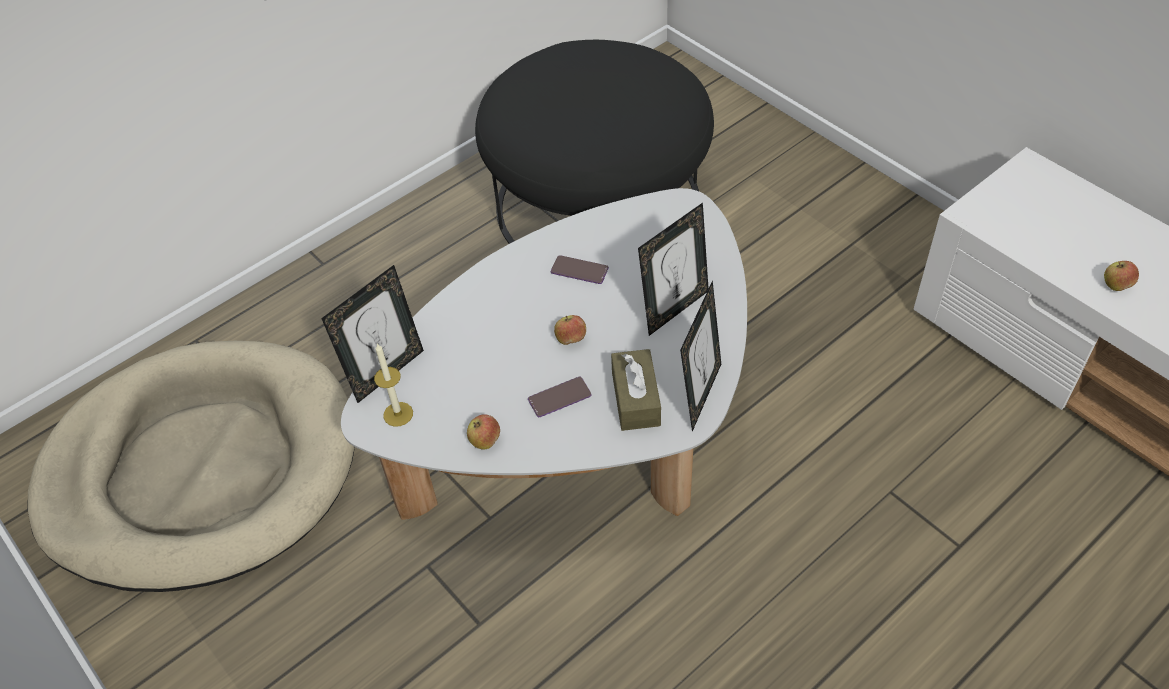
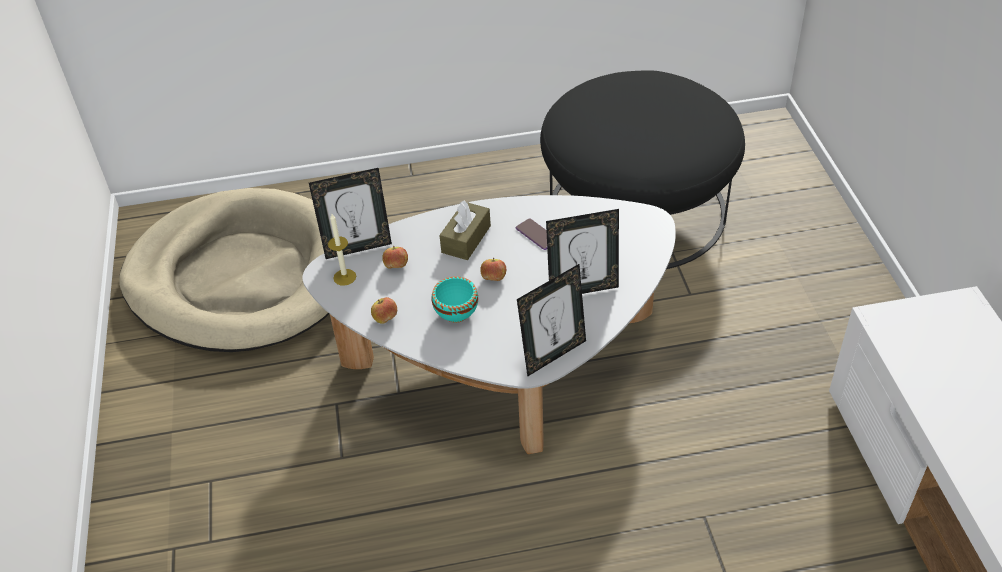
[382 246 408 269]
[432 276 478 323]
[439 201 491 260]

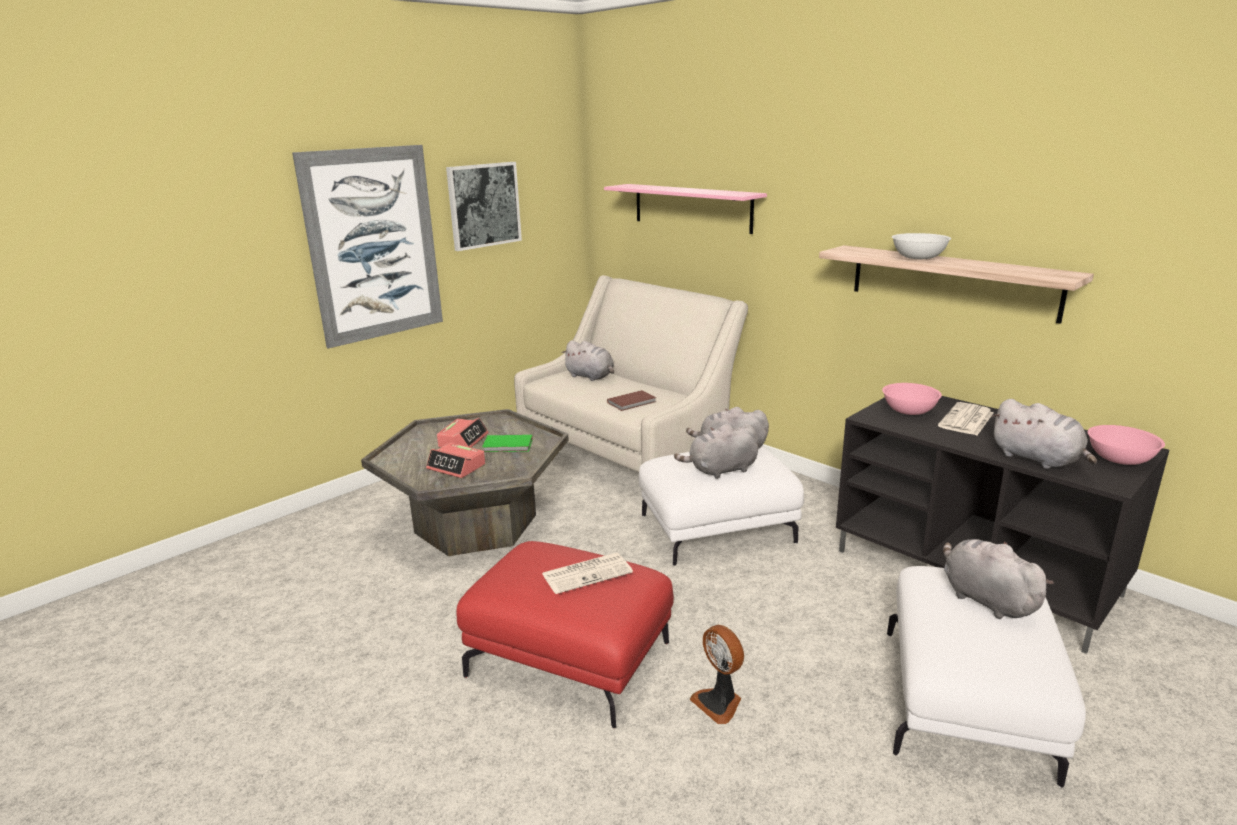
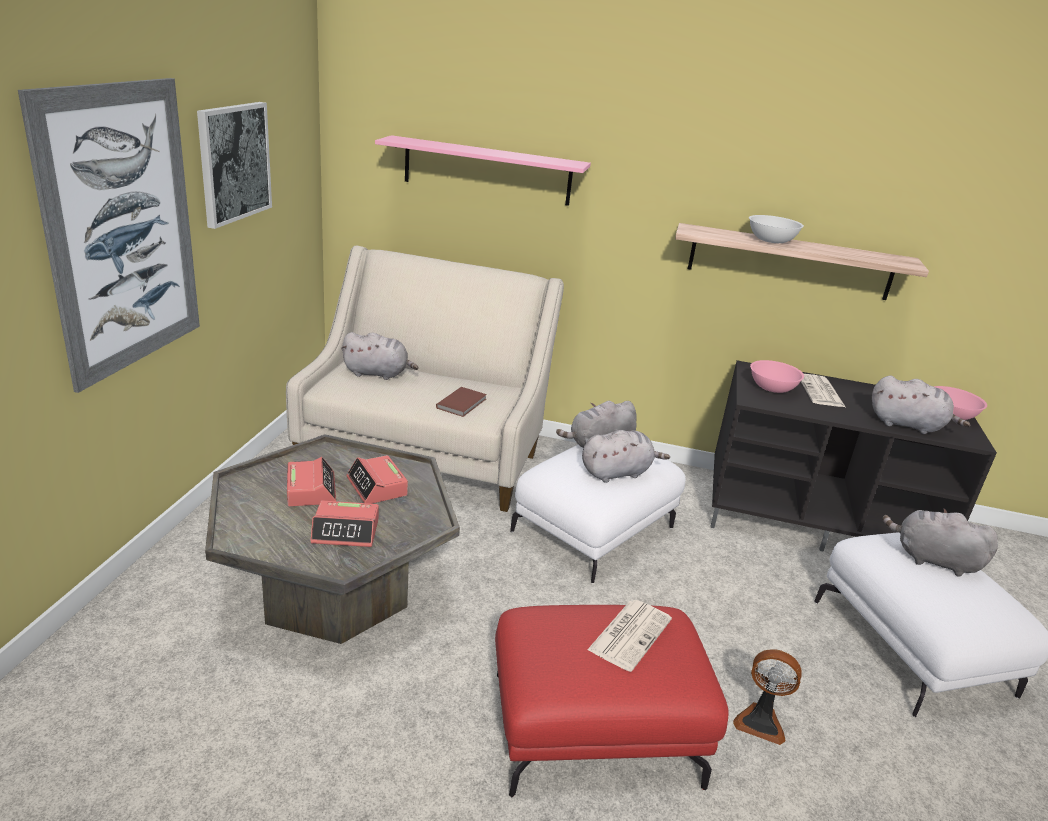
[346 455 408 504]
[582 430 670 483]

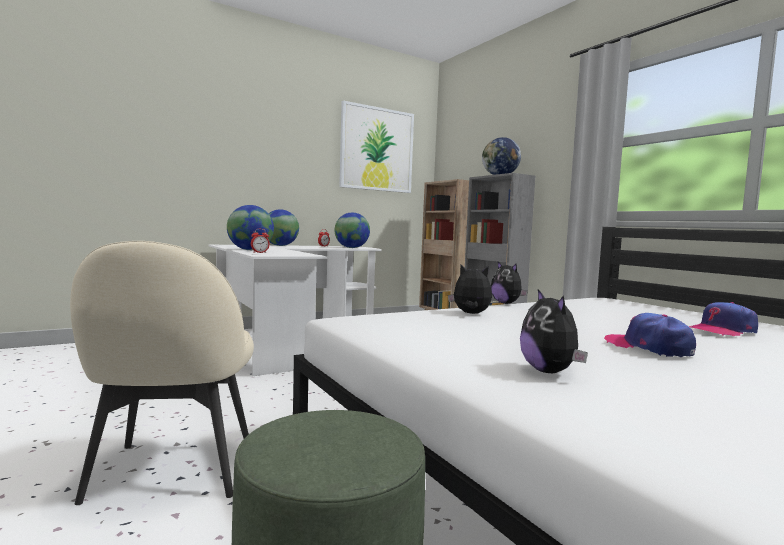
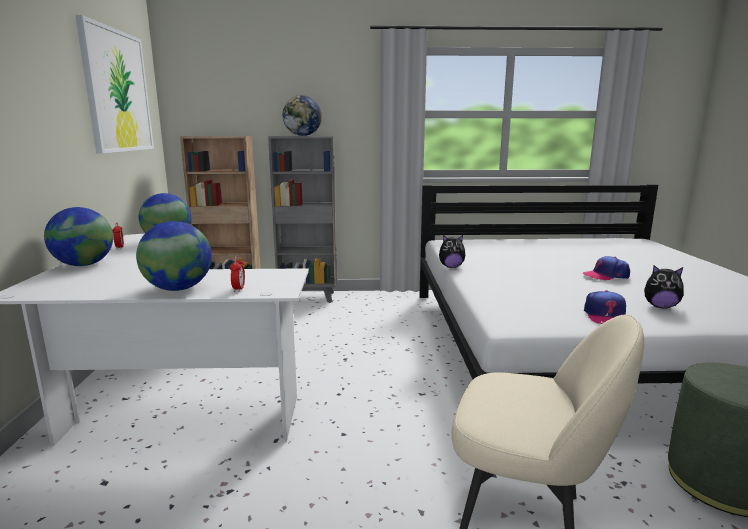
[584 290 626 324]
[448 265 492 314] (first image)

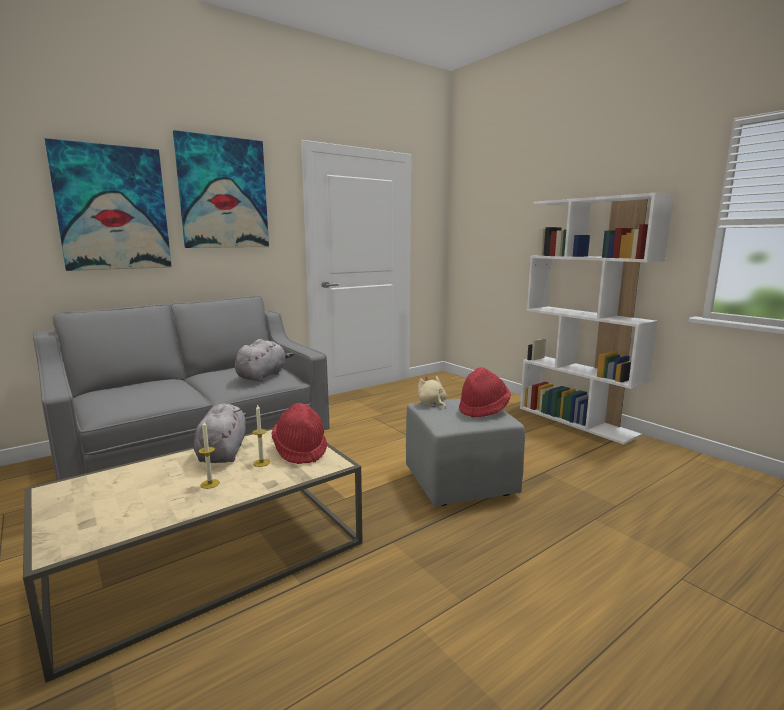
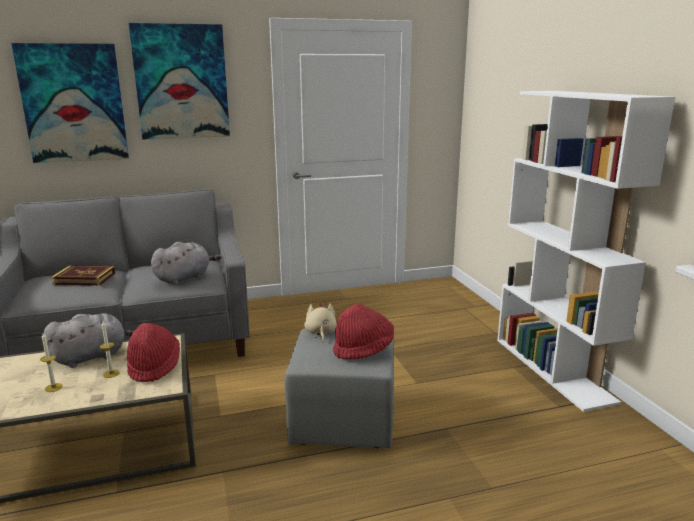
[44 313 135 368]
[51 265 115 286]

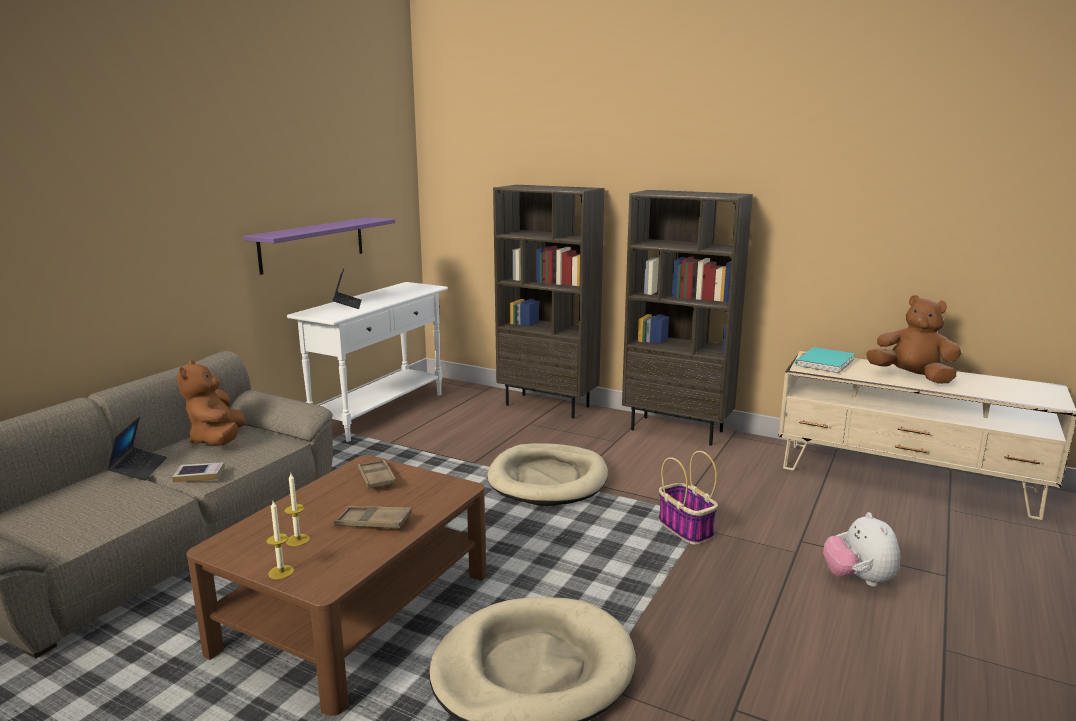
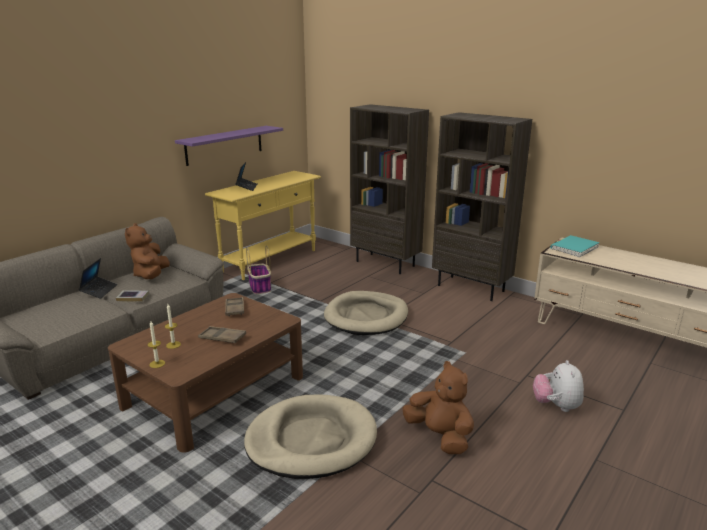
[205 171 321 280]
[246 246 271 294]
[403 361 474 454]

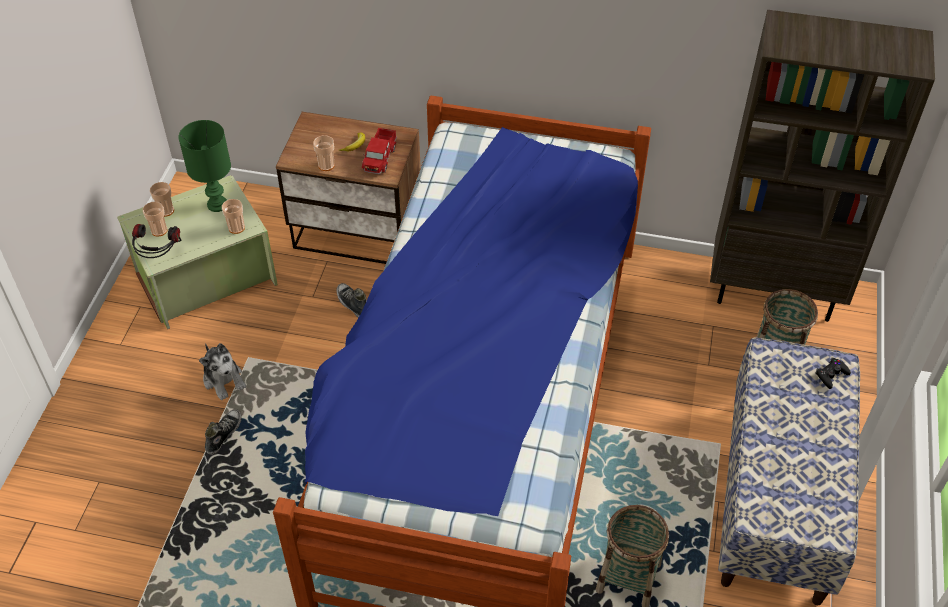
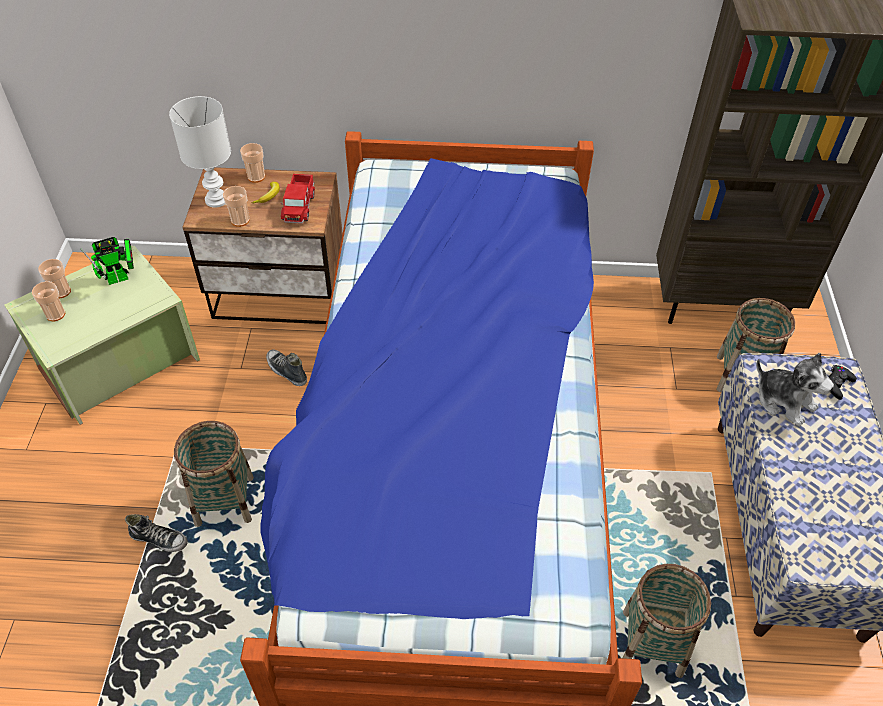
[80 237 134 285]
[125 514 188 552]
[169 96 231 208]
[174 421 254 527]
[240 143 265 183]
[756 353 834 427]
[132 224 181 258] (first image)

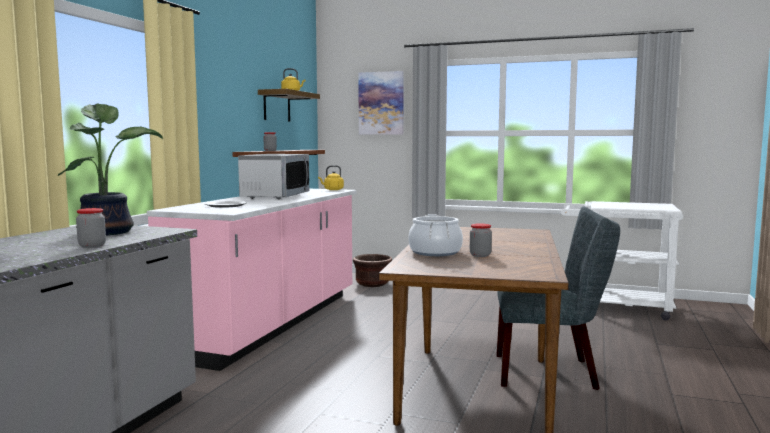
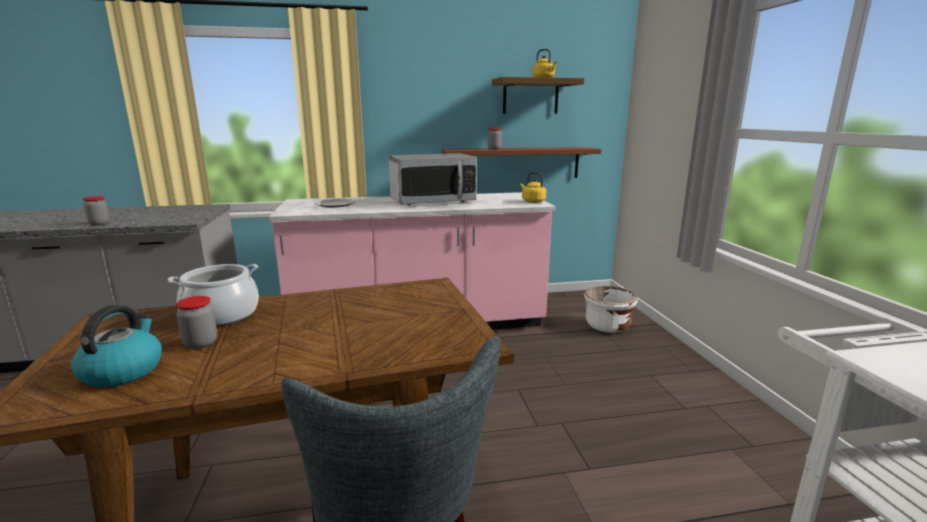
[71 305 162 387]
[584 286 638 333]
[57 103 163 236] (first image)
[358 71 404 135] (first image)

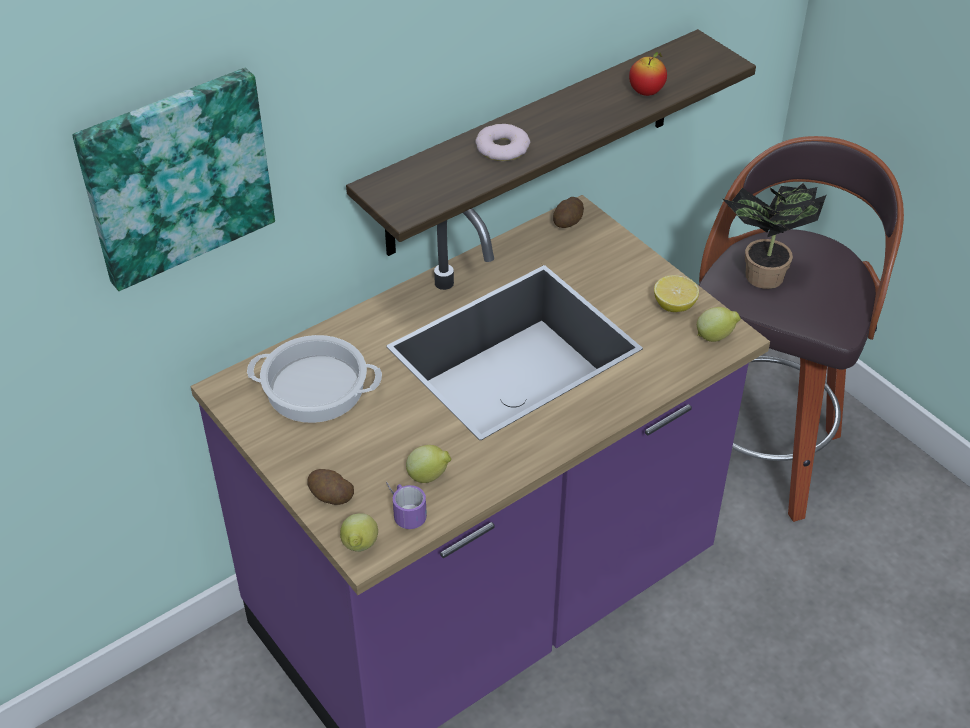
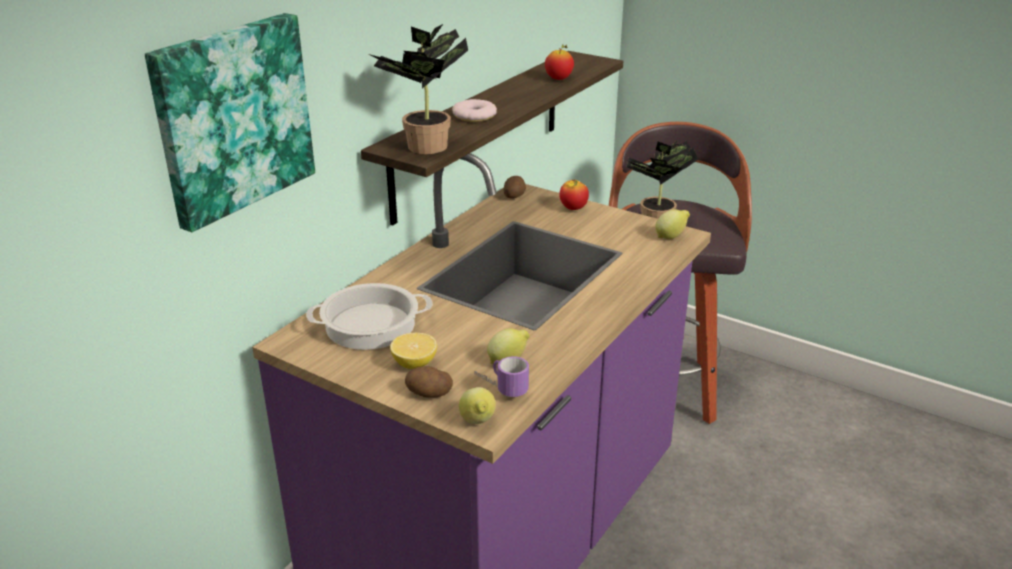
[368 24 468 154]
[390 333 437 369]
[559 179 589 210]

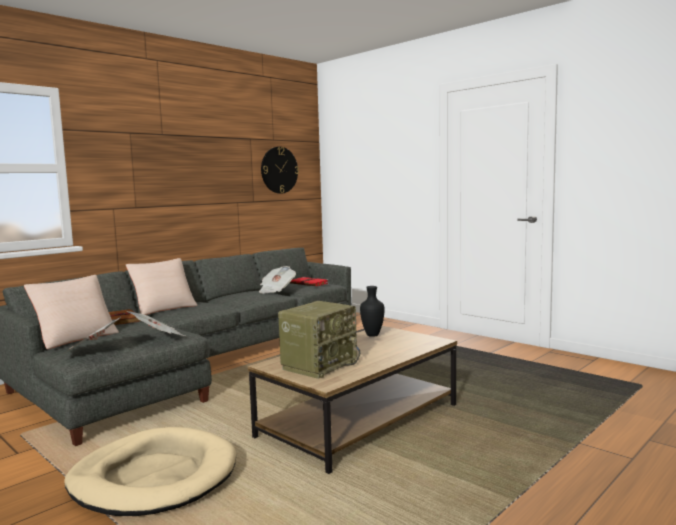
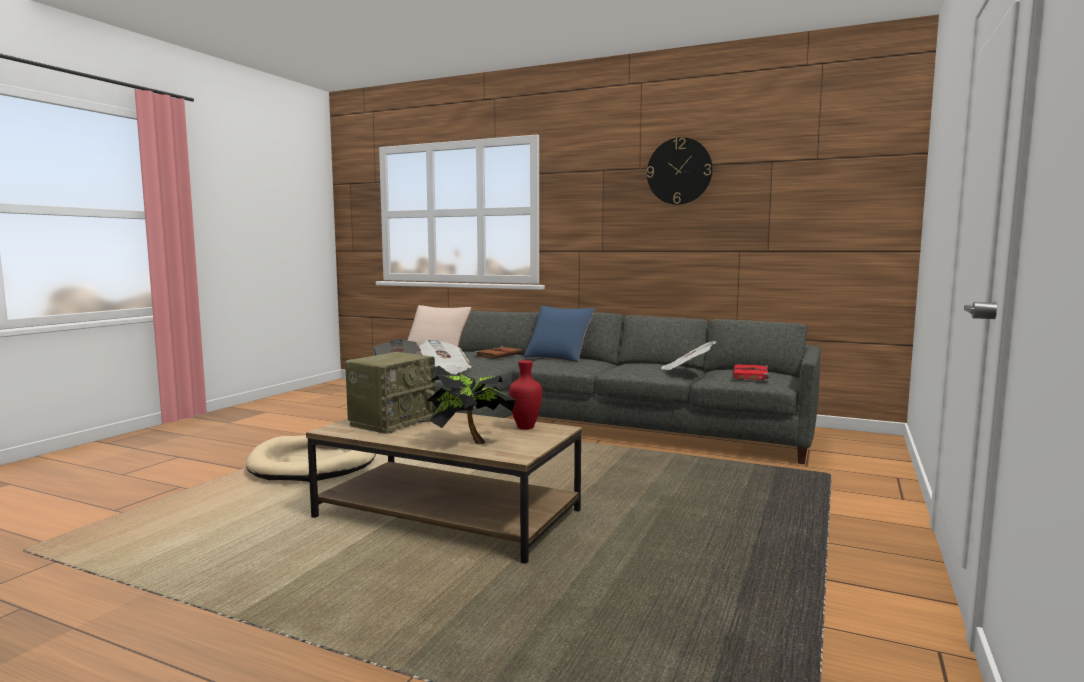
[345 352 436 434]
[426 372 515 444]
[509 360 542 430]
[524 306 595 362]
[647 137 713 205]

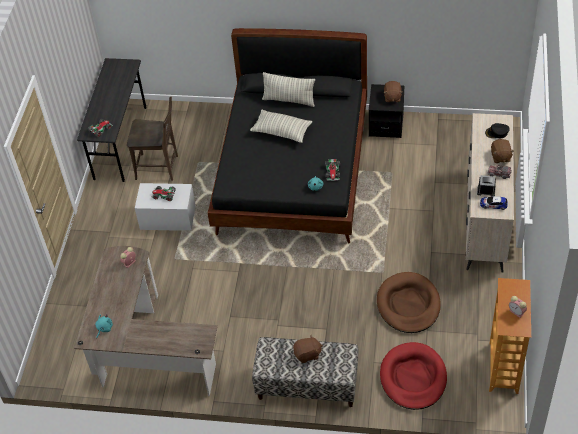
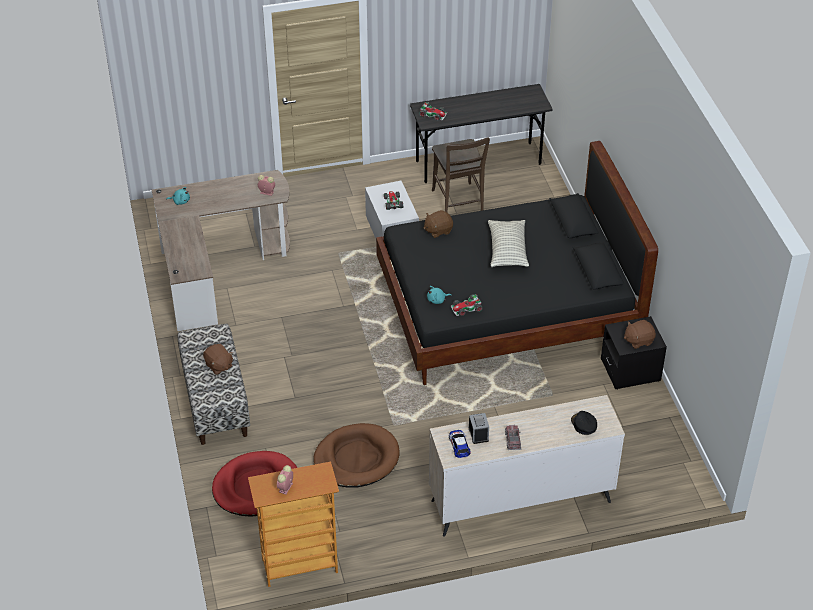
[423 210 453 238]
[262 72 315 107] (first image)

